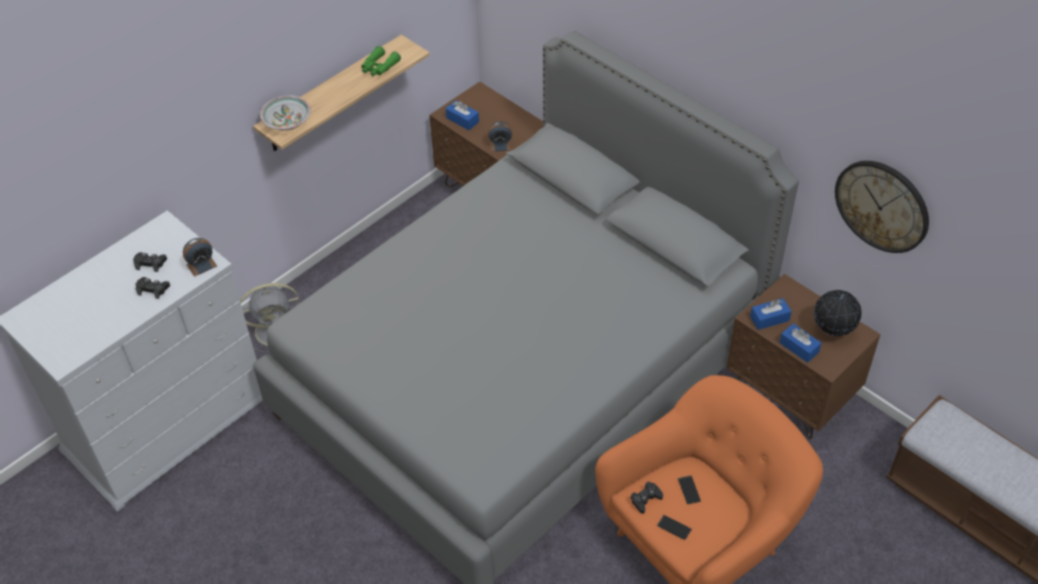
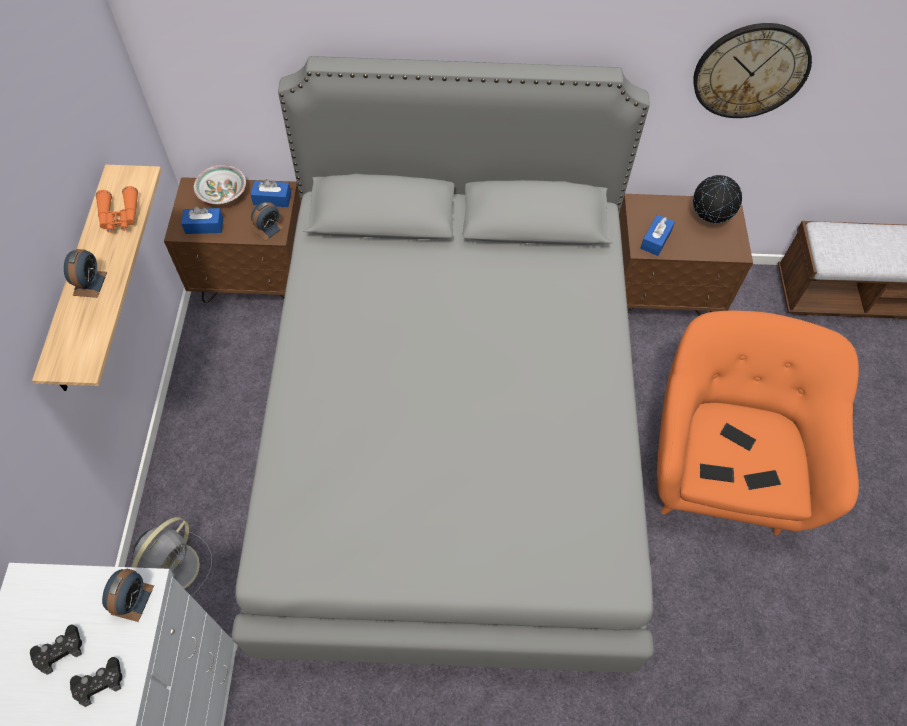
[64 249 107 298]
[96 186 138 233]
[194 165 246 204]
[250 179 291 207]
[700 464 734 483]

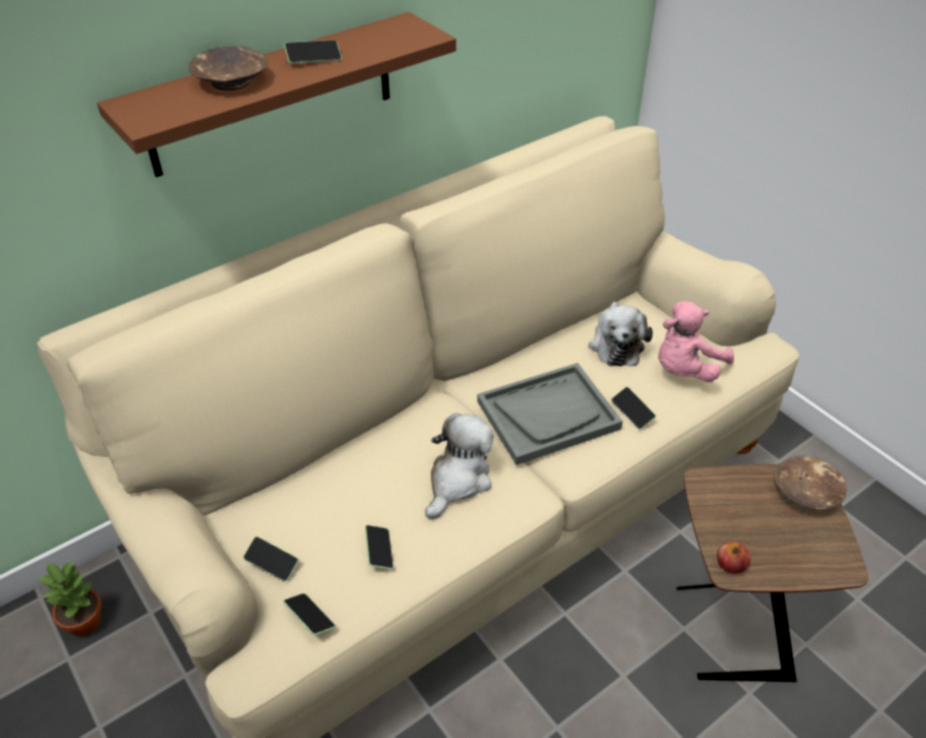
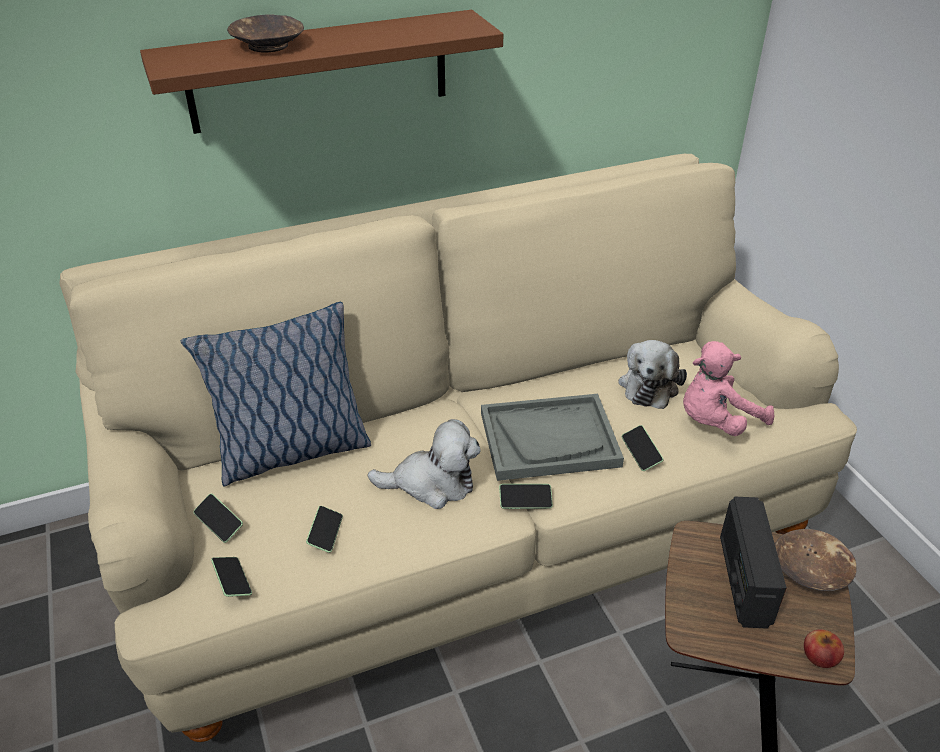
[180 302 371 486]
[367 419 481 509]
[499 484 553 509]
[720 497 787 629]
[804 629 844 668]
[38 561 102 636] (first image)

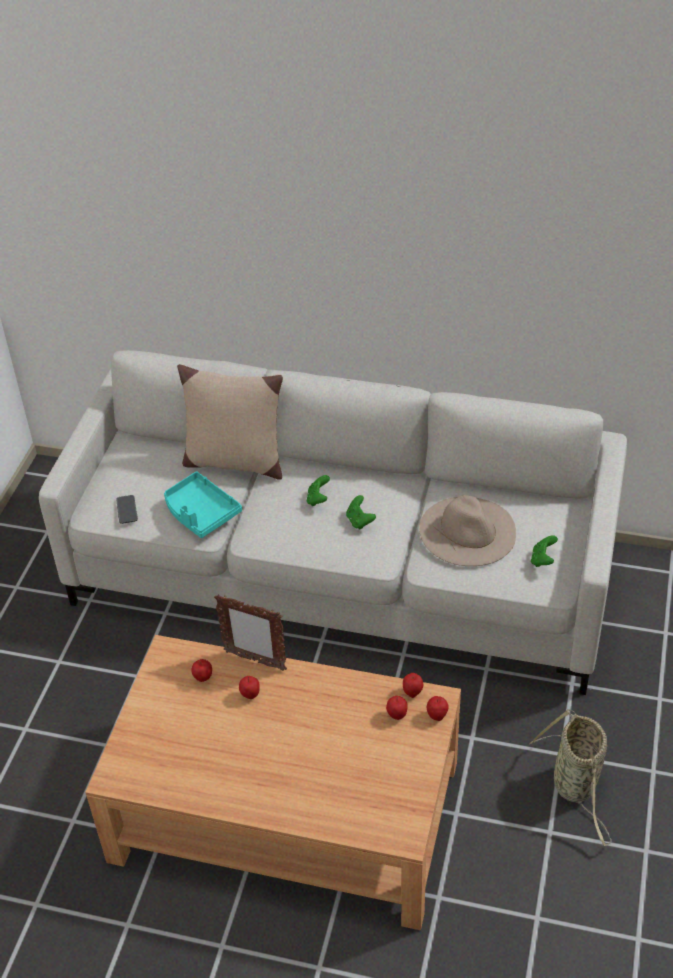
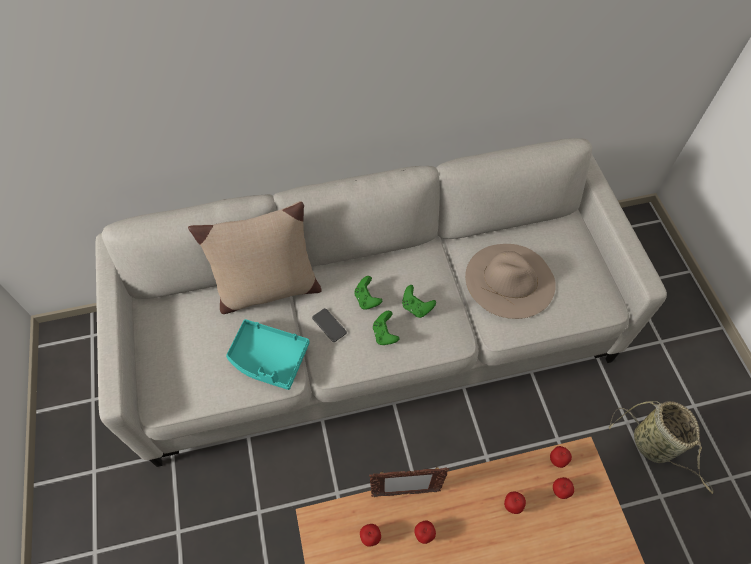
[312 308 347 342]
[373 311 400 345]
[504 491 526 514]

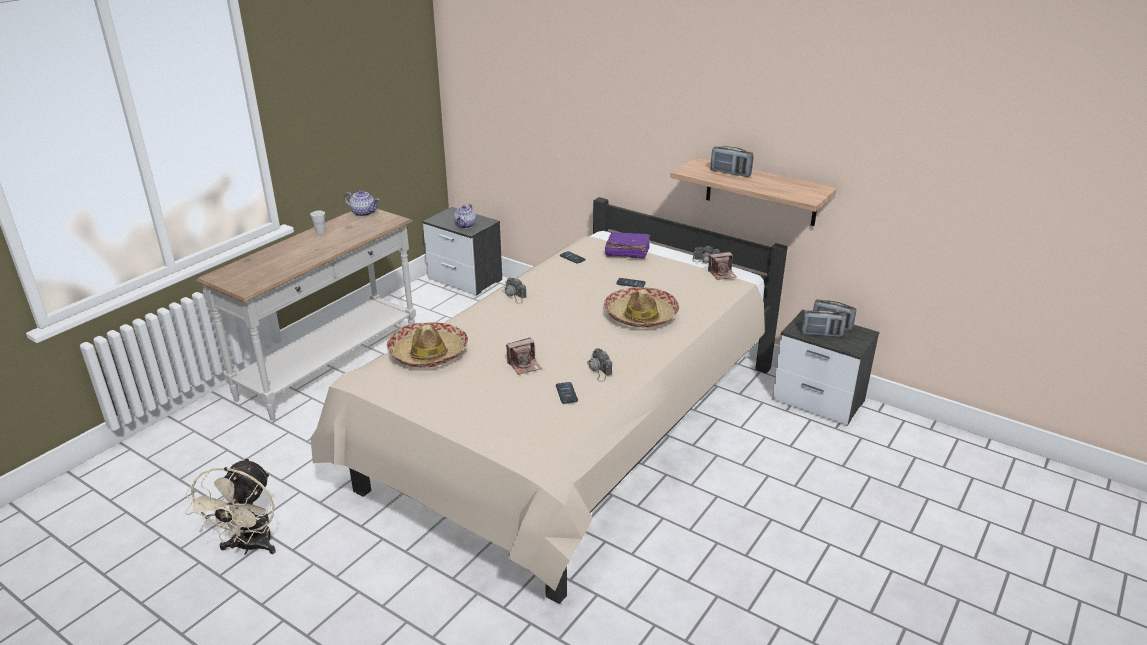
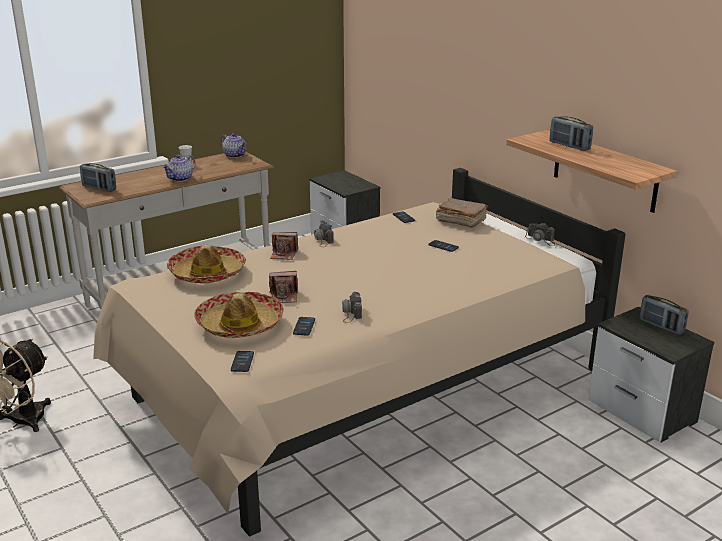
[80 163 116 192]
[162 155 196 182]
[194 292 284 338]
[231 351 254 372]
[270 232 298 260]
[436 198 488 228]

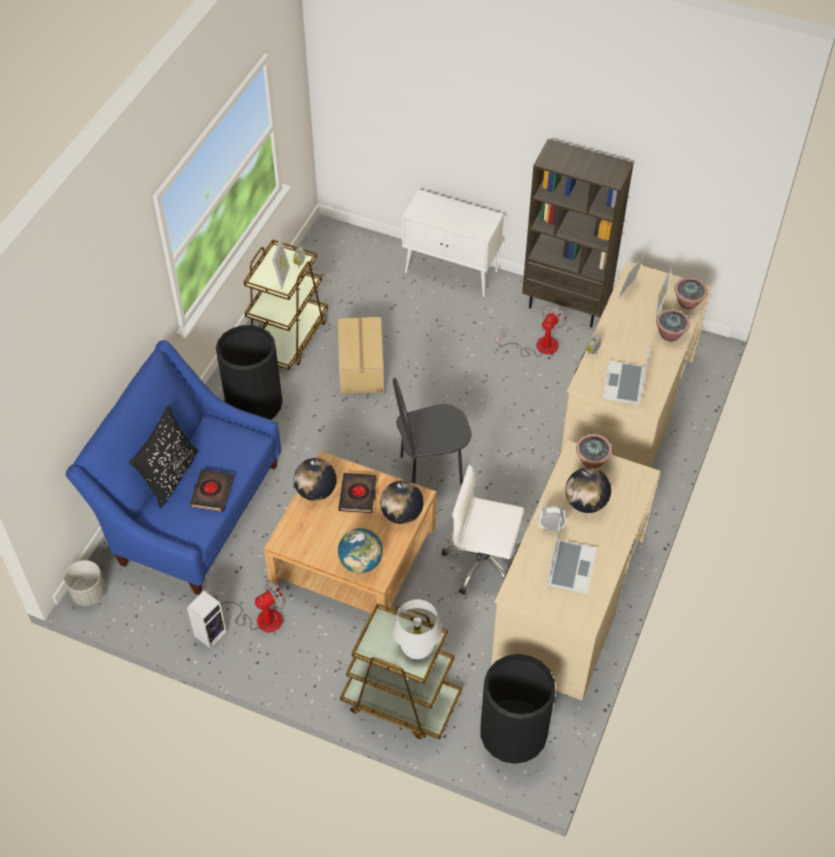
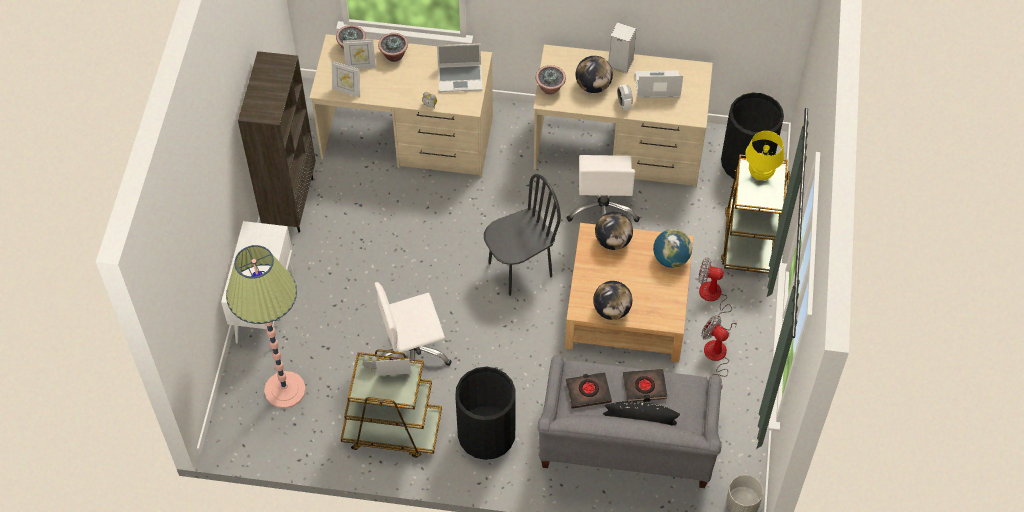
[226 245 306 408]
[375 282 452 366]
[484 174 561 296]
[537 356 722 488]
[566 372 612 409]
[608 22 636 74]
[698 257 738 330]
[745 131 784 180]

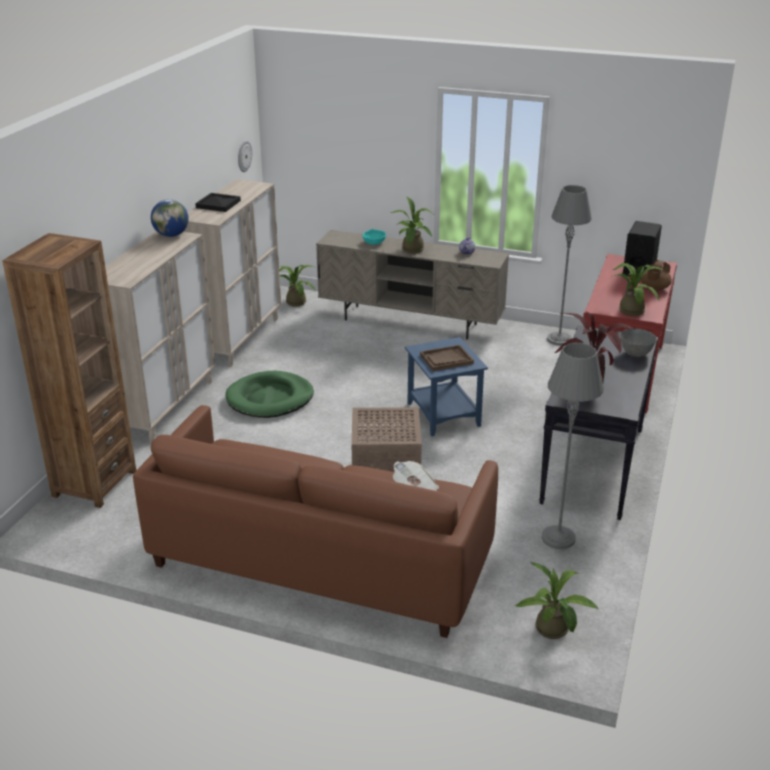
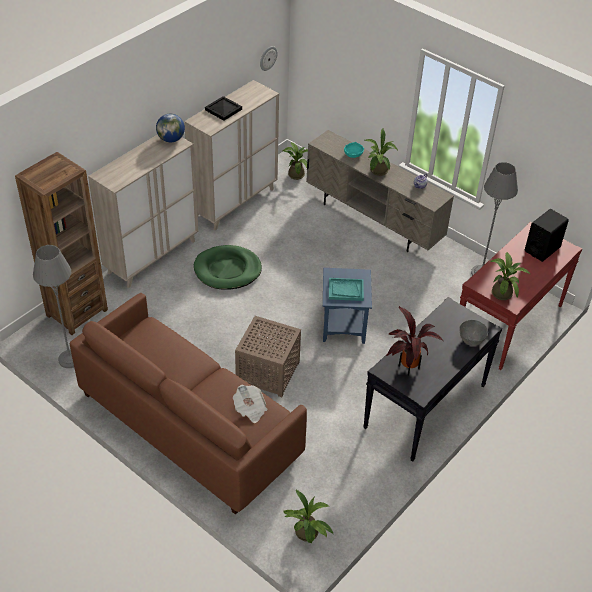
[33 245 74 368]
[329 278 364 301]
[641 260 672 291] (first image)

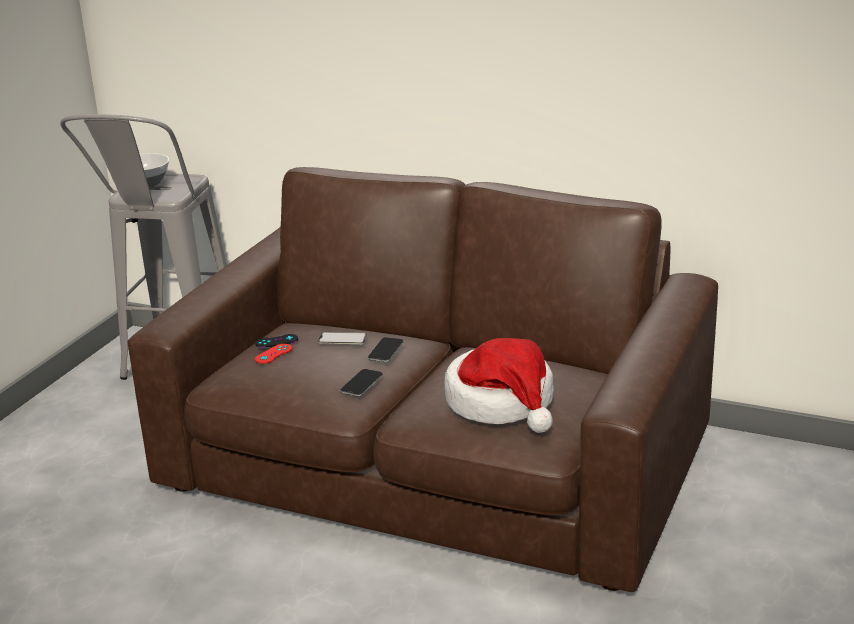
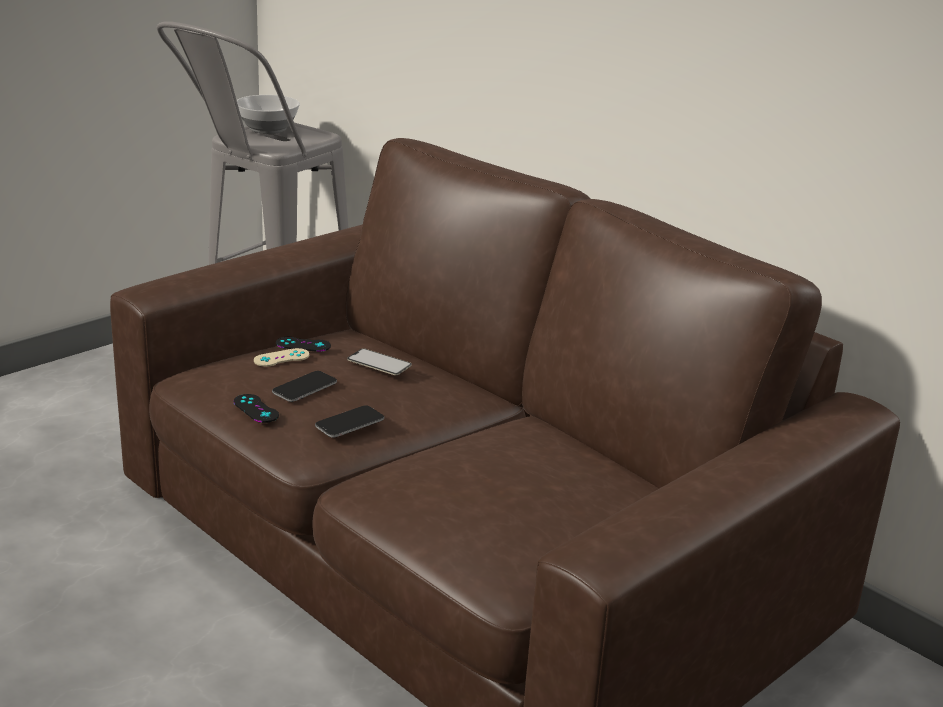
[234 394 279 423]
[254 348 309 367]
[272 371 337 402]
[444 338 554 433] (first image)

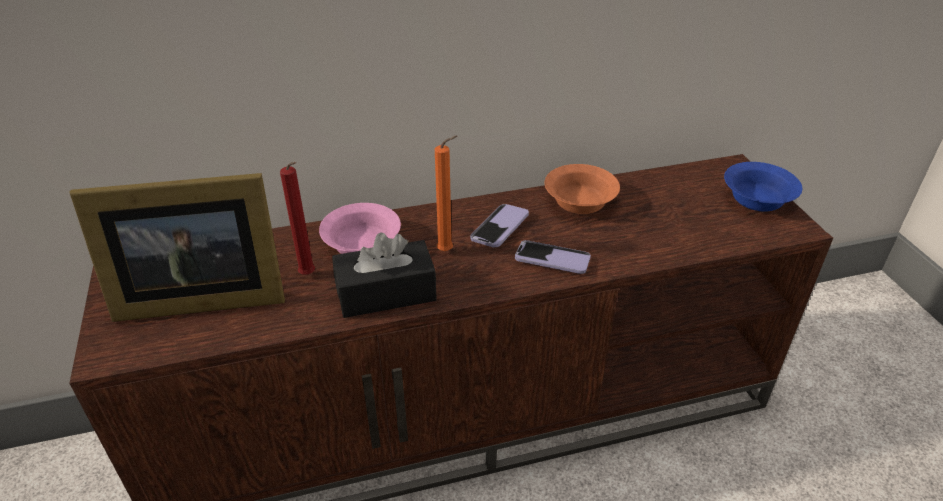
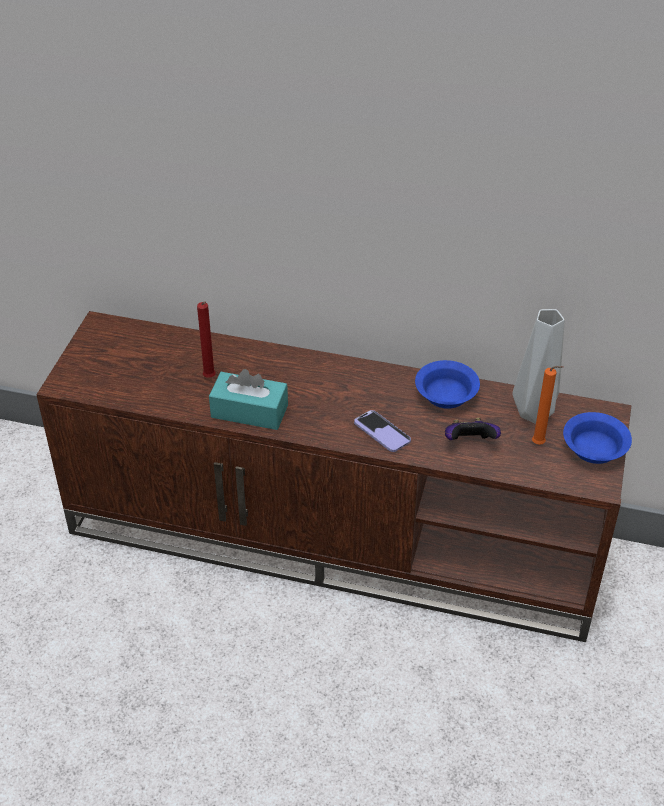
[209 369 288 430]
[415 360 480 409]
[445 418 501 440]
[512 309 565 424]
[532 366 563 445]
[69 173 285 322] (first image)
[319 203 401 254] (first image)
[470 204 529 248] (first image)

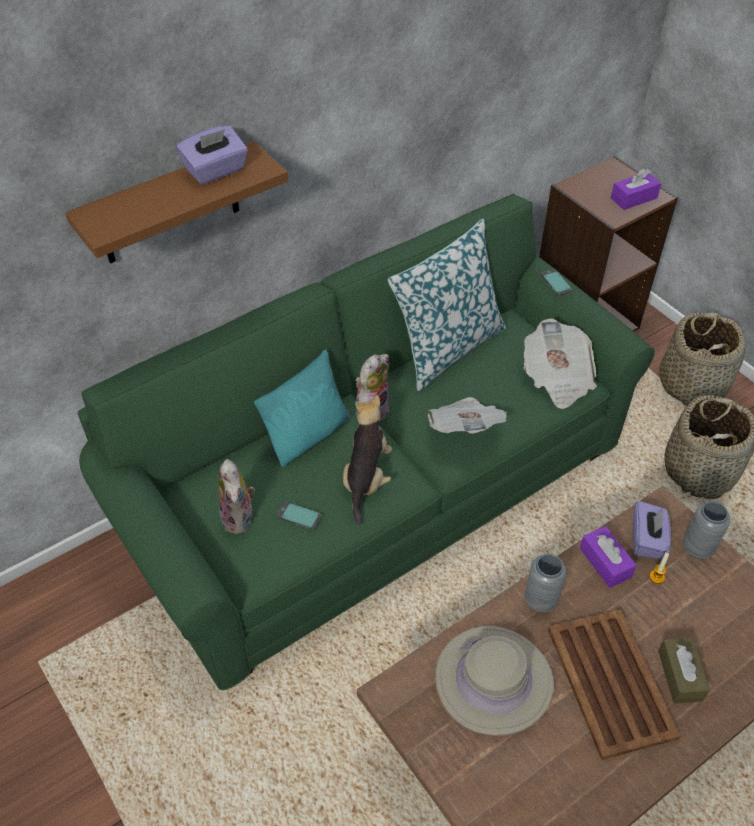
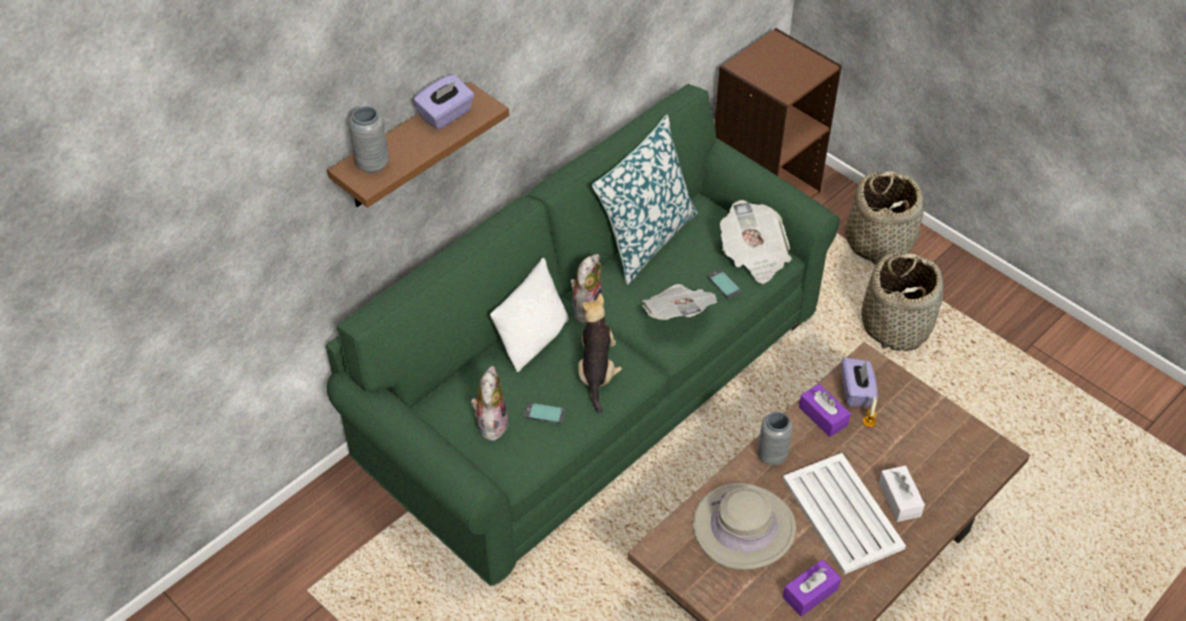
[349 106 389 173]
[471 366 508 441]
[490 258 569 372]
[707 269 741 299]
[782 453 906 575]
[783 559 841 617]
[879 465 925 522]

